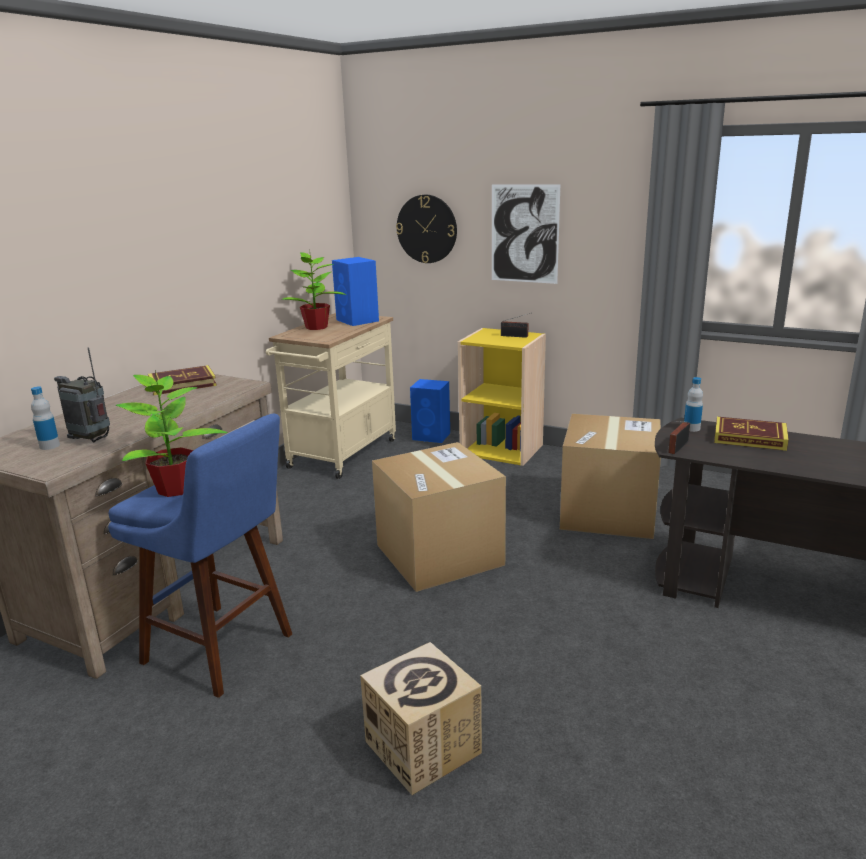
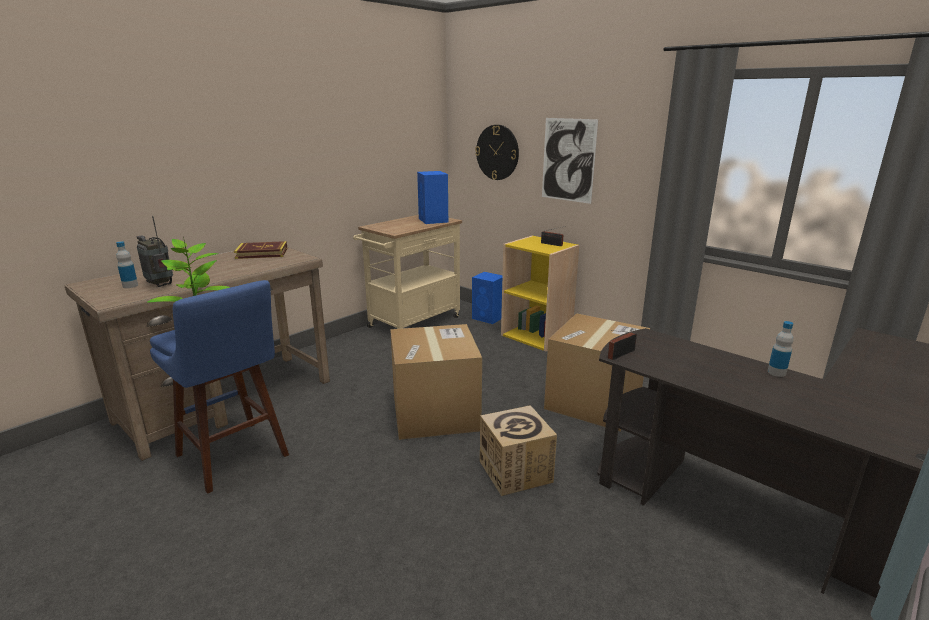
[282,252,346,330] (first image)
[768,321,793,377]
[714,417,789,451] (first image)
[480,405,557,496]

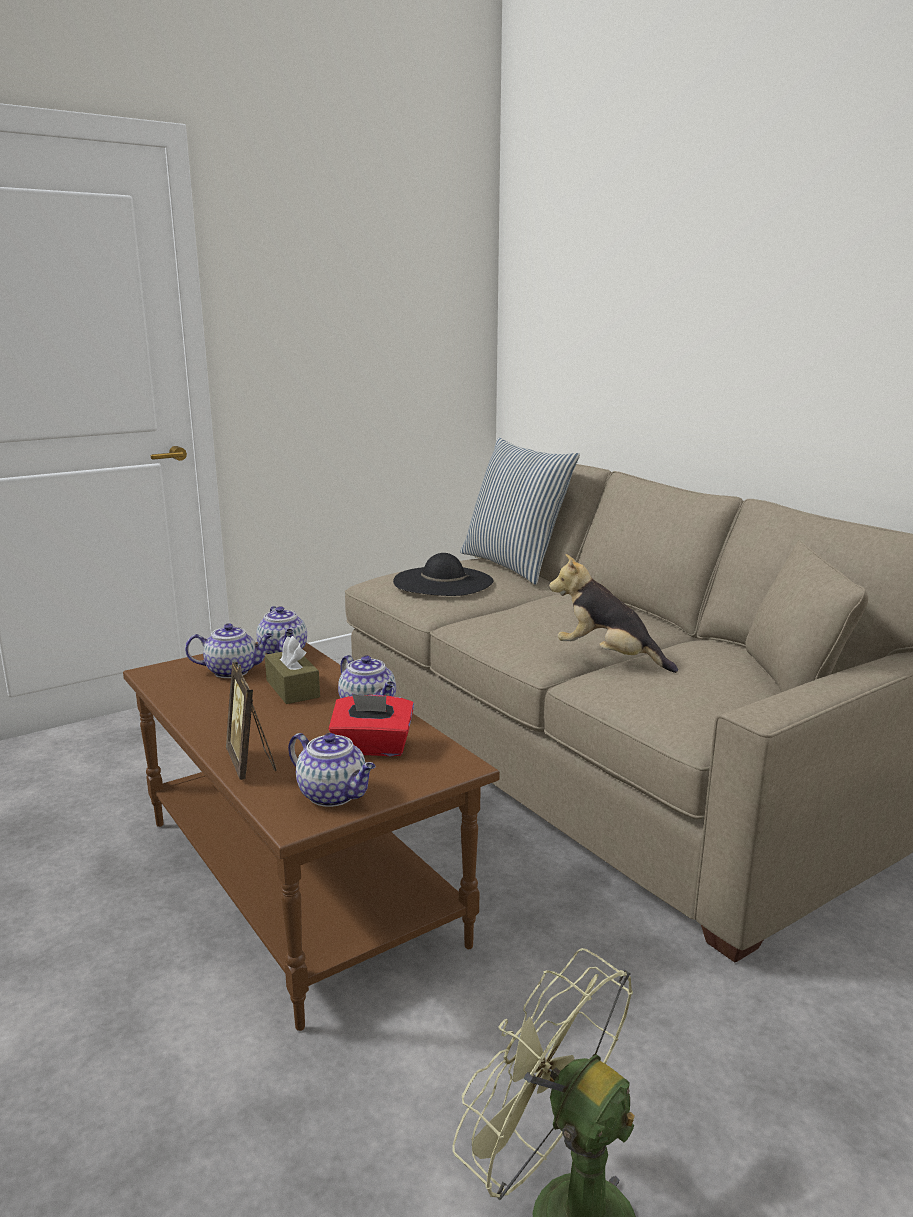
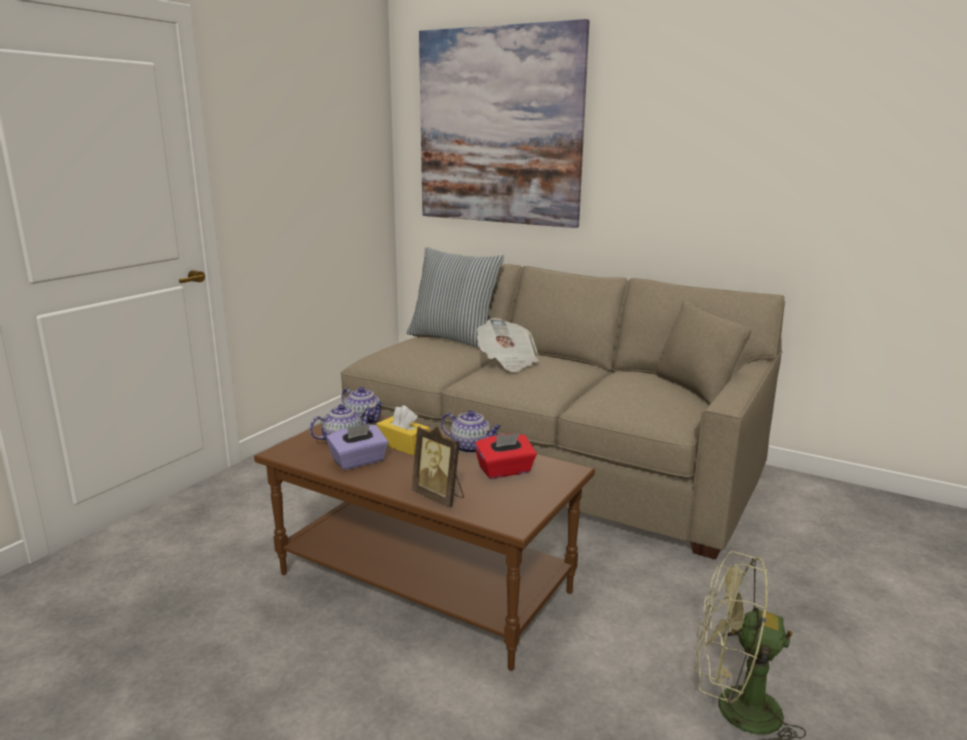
[393,553,493,596] (first image)
[549,554,678,673] (first image)
[376,405,429,455]
[288,733,376,807] (first image)
[419,19,590,228]
[477,318,539,372]
[326,423,388,470]

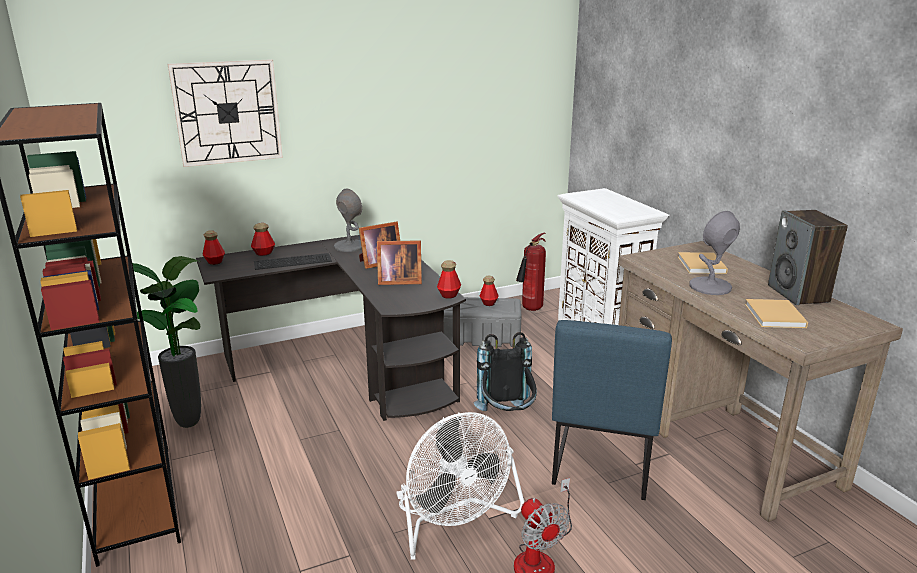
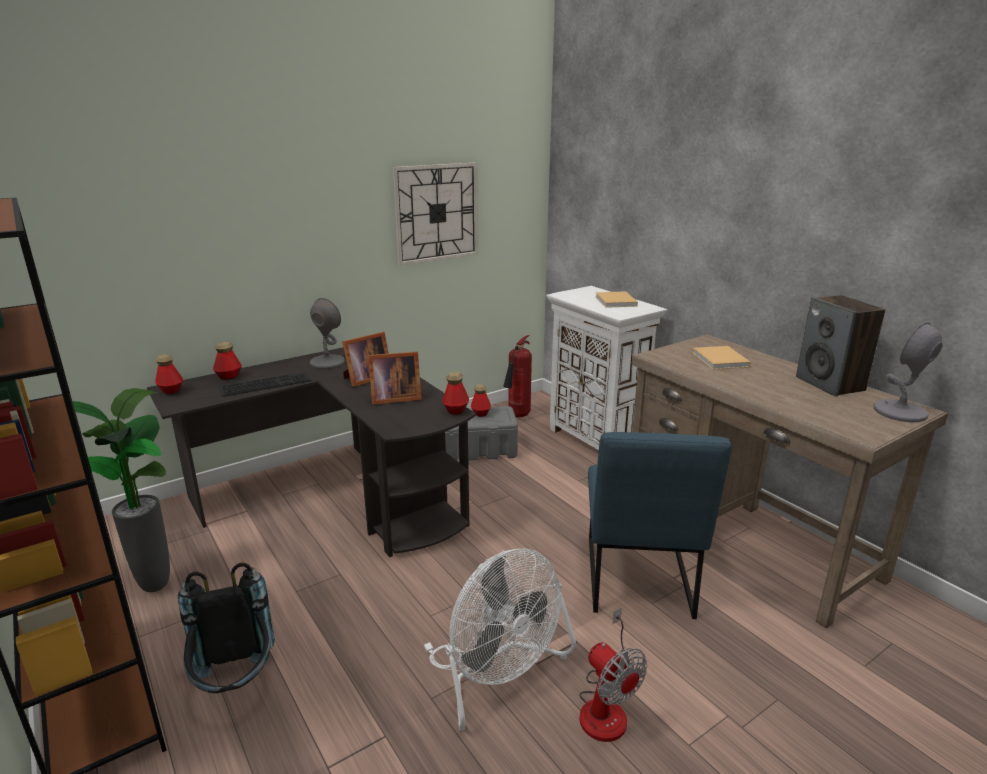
[392,163,478,266]
[874,322,943,422]
[595,291,638,308]
[178,563,275,693]

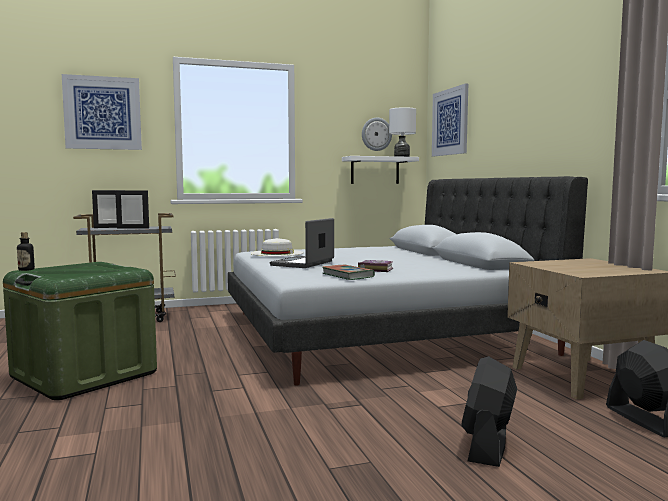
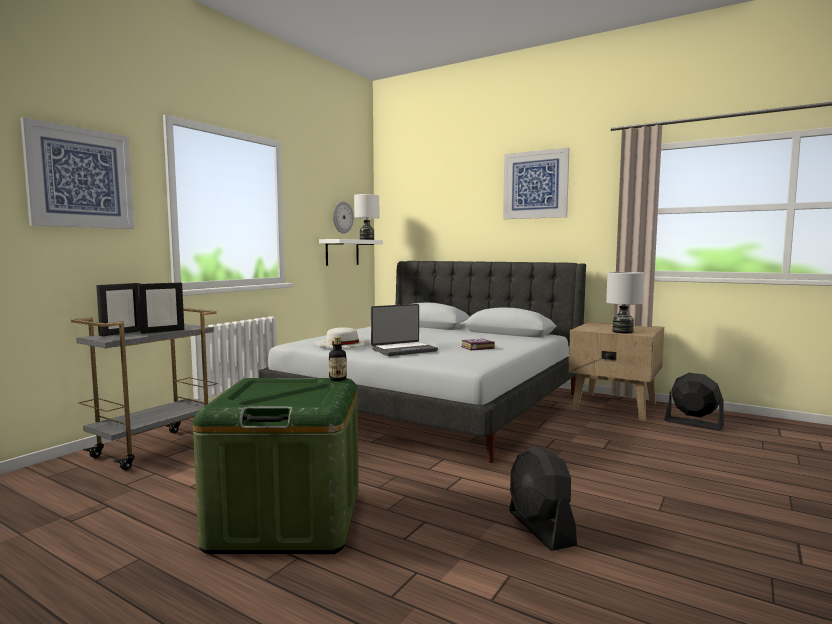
[503,148,569,219]
[371,304,438,356]
[329,337,347,381]
[322,265,375,280] (first image)
[509,446,577,551]
[606,272,644,333]

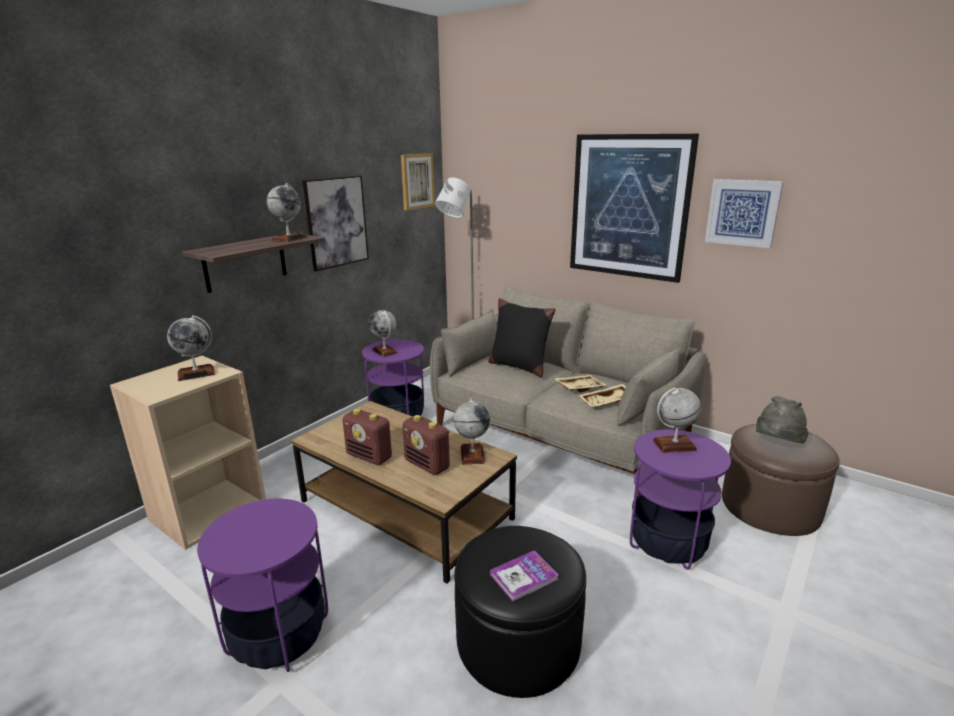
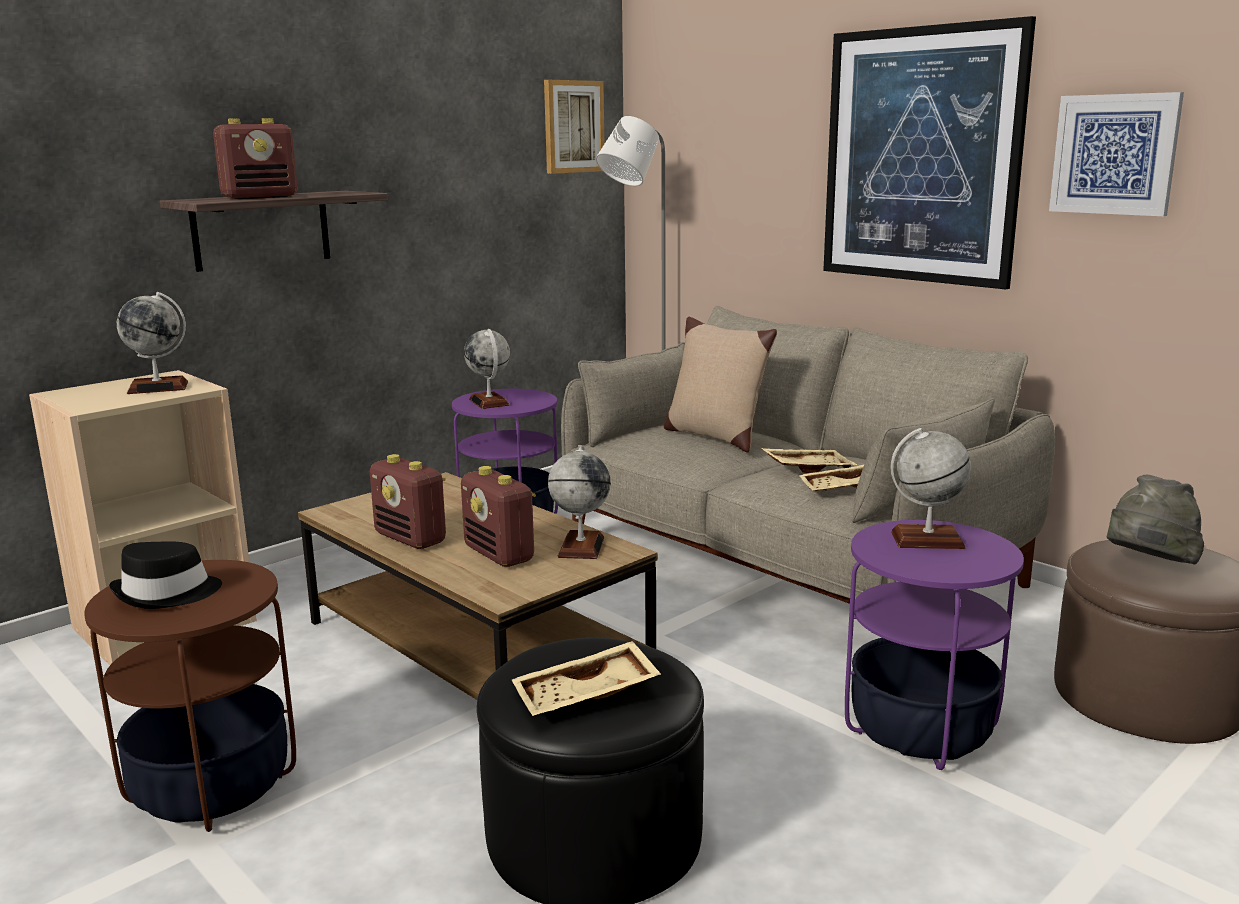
[303,175,369,271] (first image)
[267,183,307,242] (first image)
[664,317,777,452]
[84,560,296,832]
[512,641,661,716]
[213,118,297,199]
[109,541,222,609]

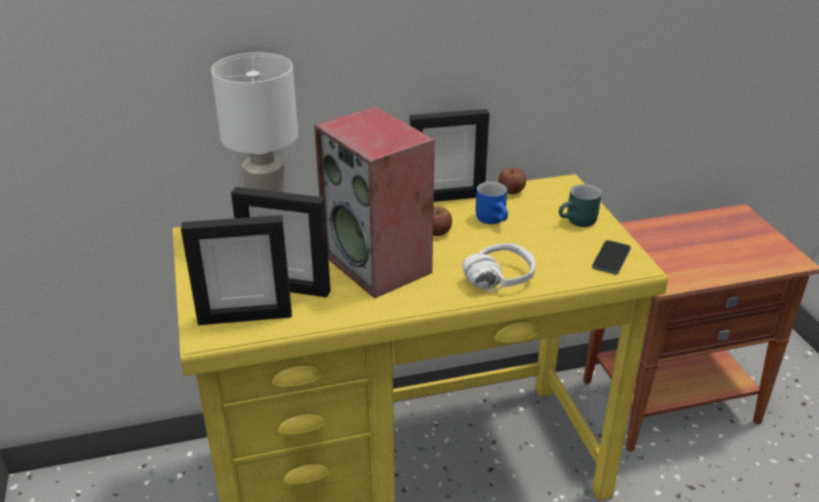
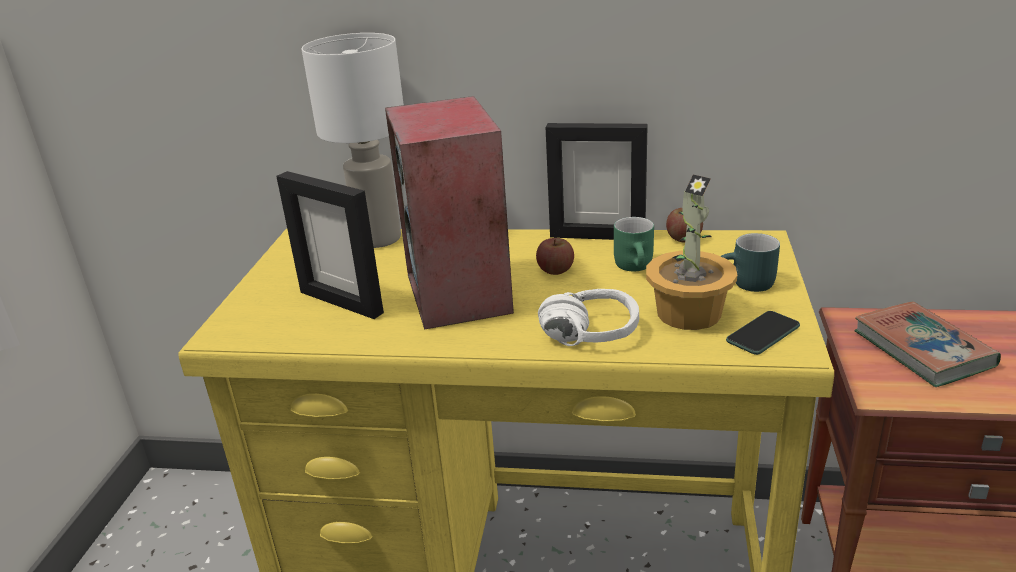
[614,217,654,272]
[181,215,292,325] (first image)
[646,175,737,330]
[854,301,1001,387]

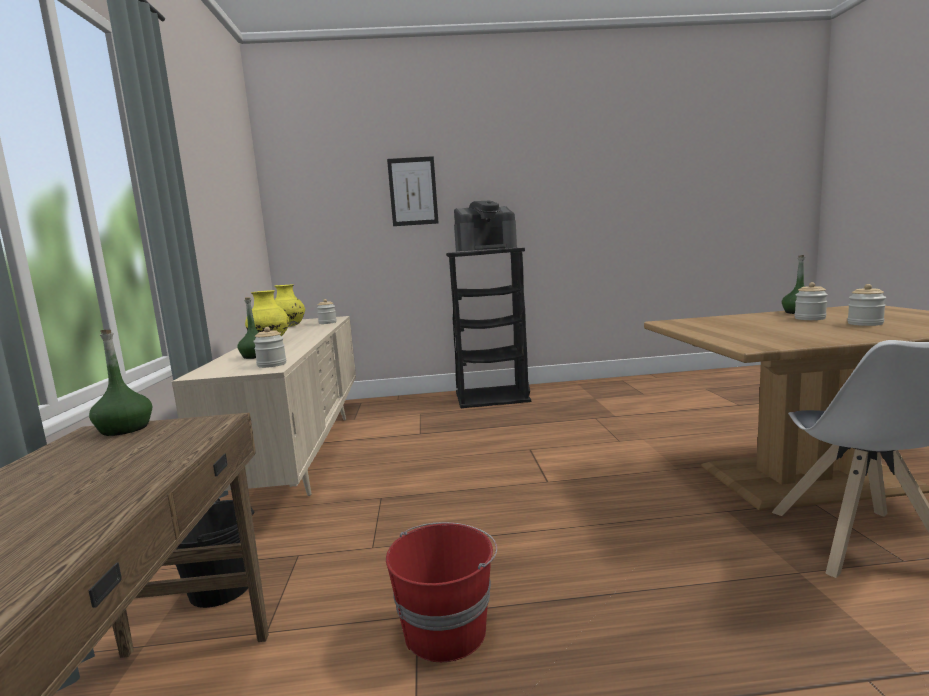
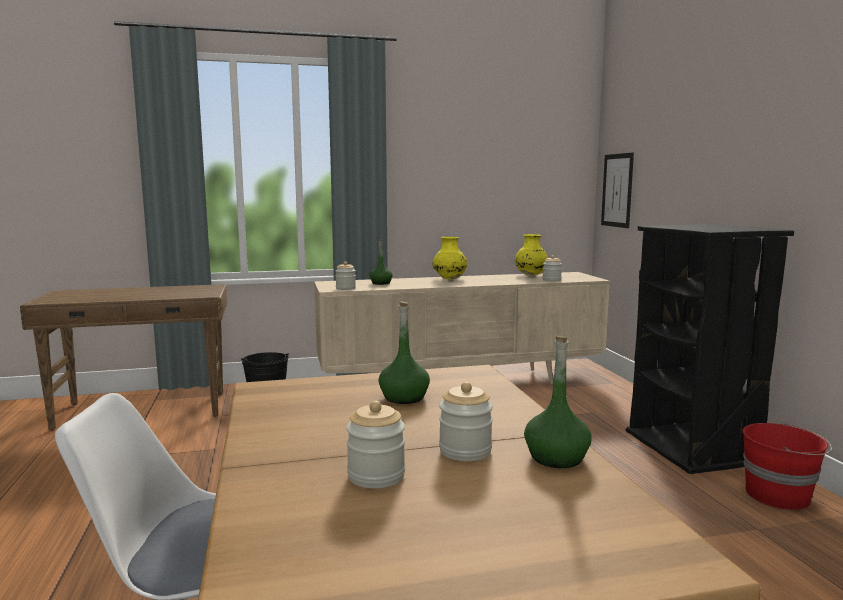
[601,152,634,228]
[454,201,517,252] (first image)
[379,301,430,404]
[742,422,832,510]

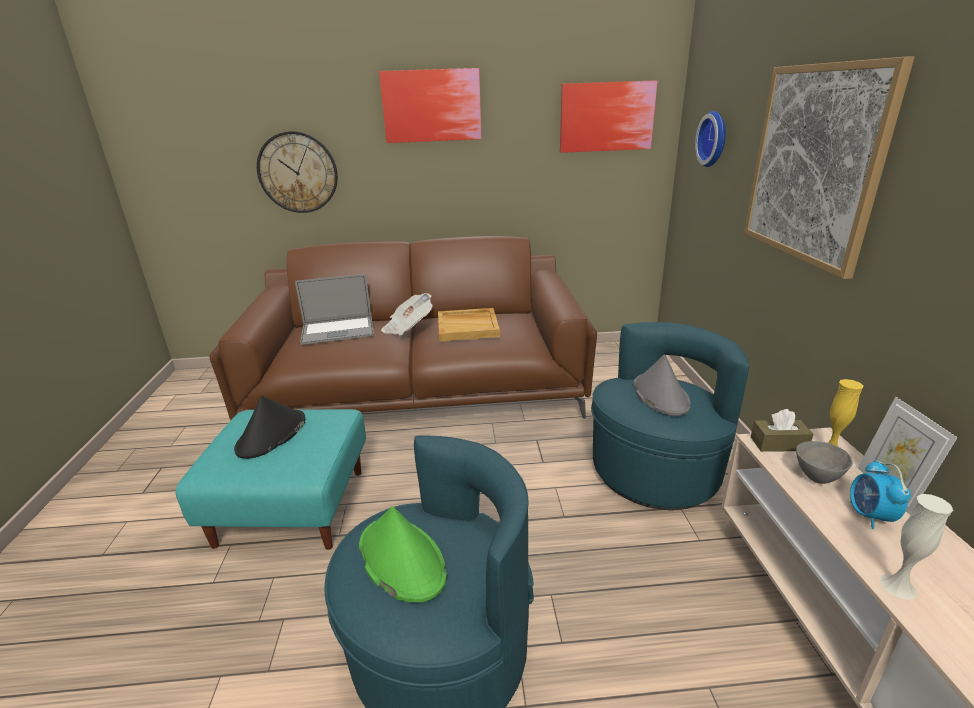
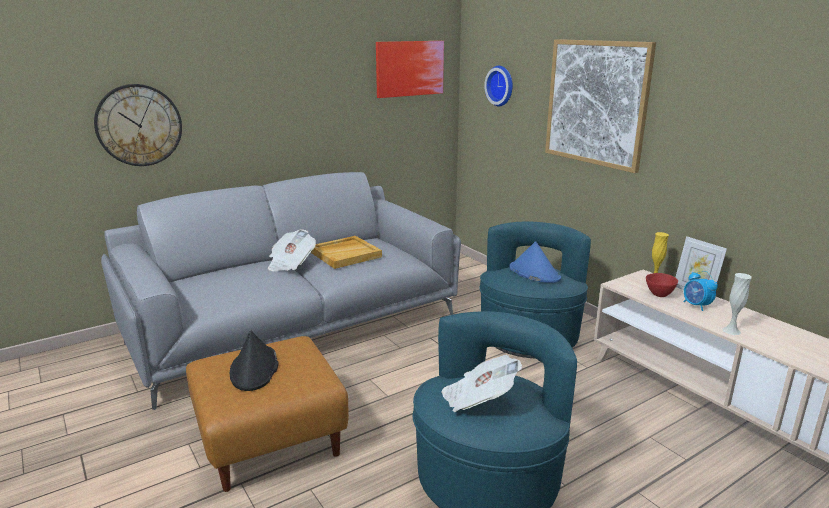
[379,68,482,143] (first image)
[101,172,461,410]
[295,274,374,345] (first image)
[509,241,561,283]
[186,336,349,492]
[751,409,813,452] (first image)
[646,273,678,297]
[441,355,522,412]

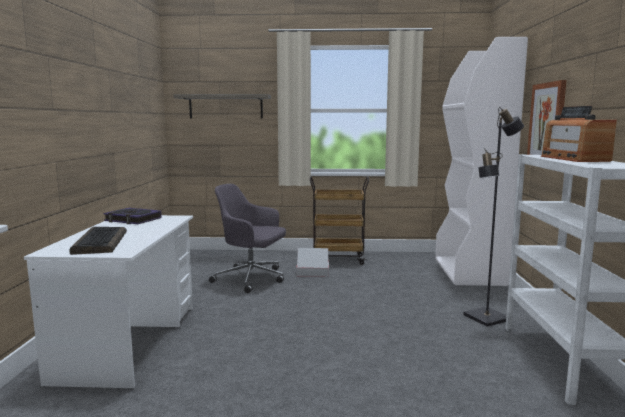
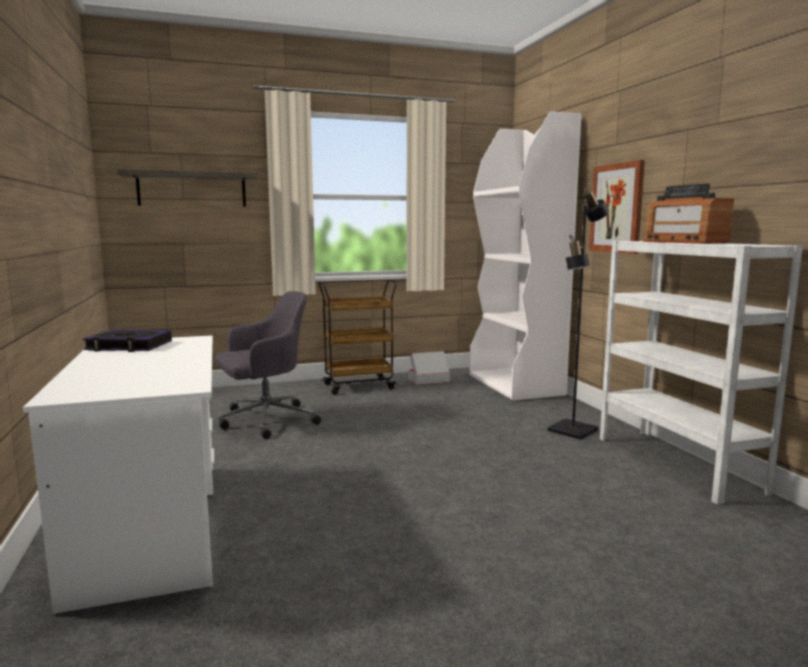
[215,291,321,439]
[70,227,127,255] (first image)
[408,351,450,385]

